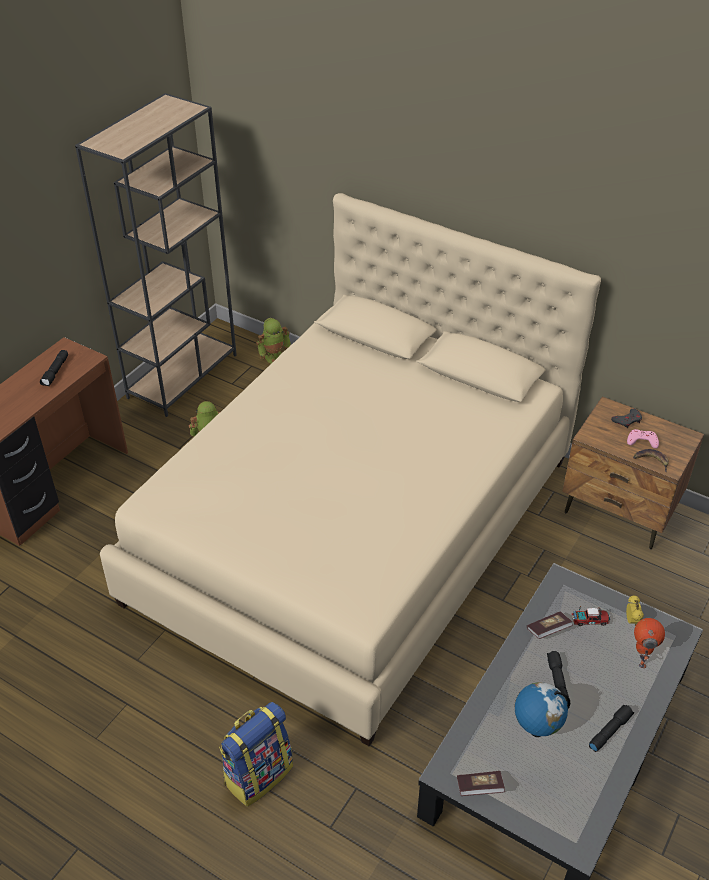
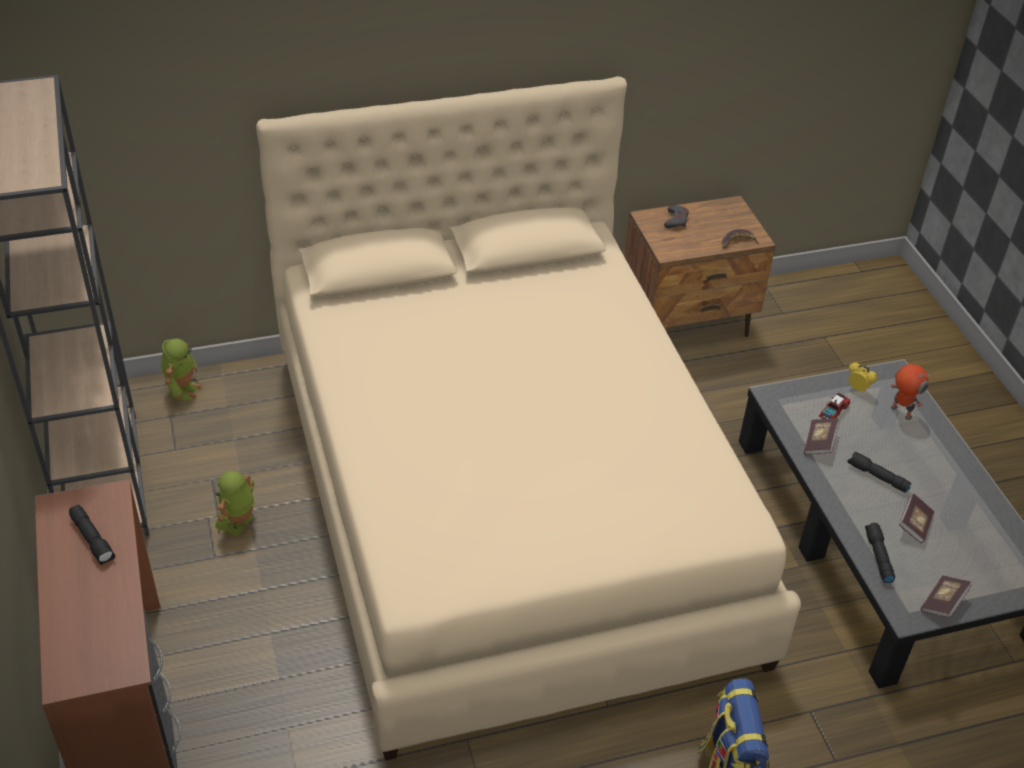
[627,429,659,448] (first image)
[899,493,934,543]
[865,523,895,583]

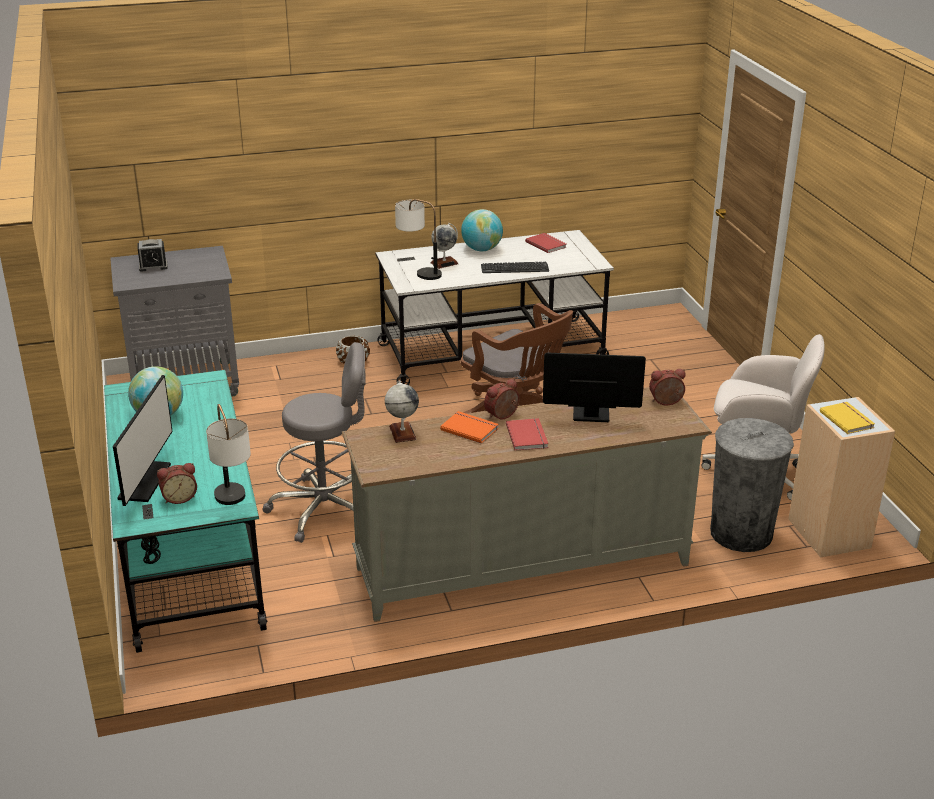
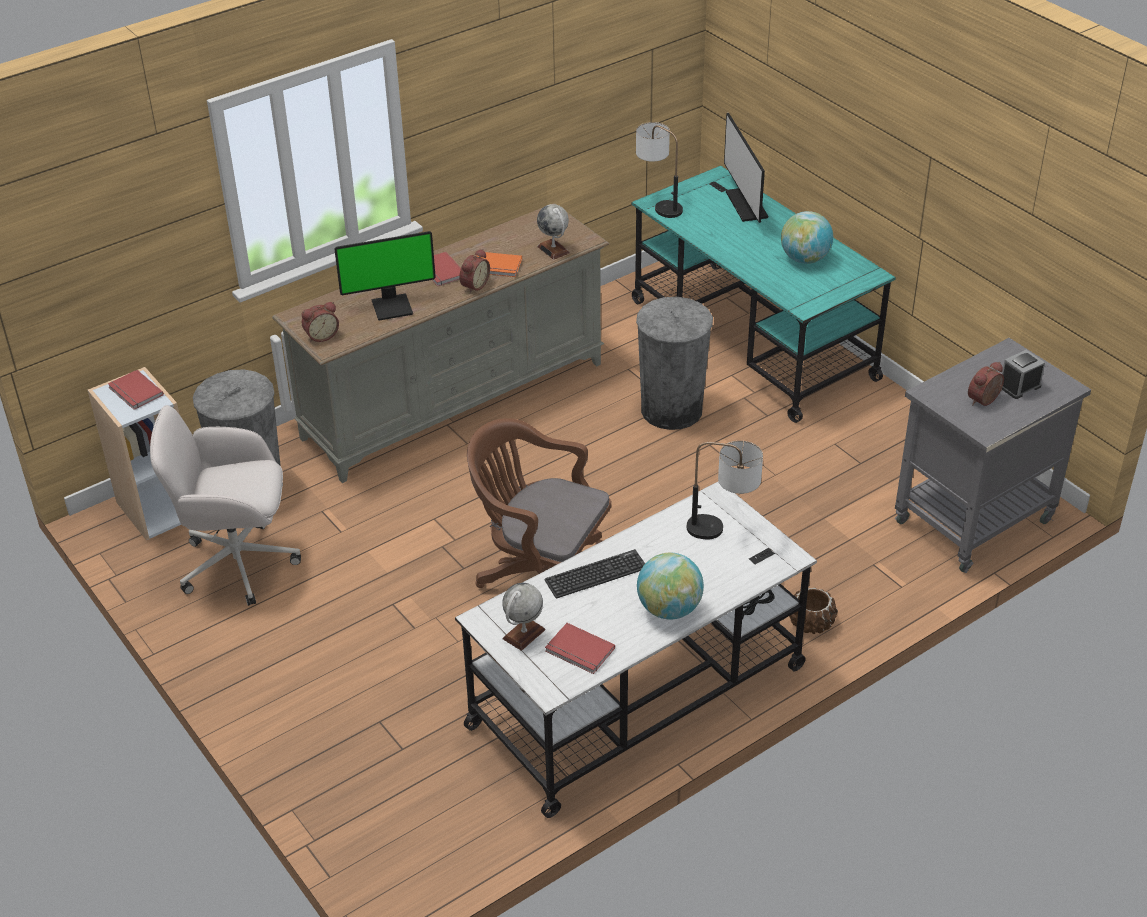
[503,583,545,651]
[636,297,713,430]
[108,370,164,410]
[968,362,1004,406]

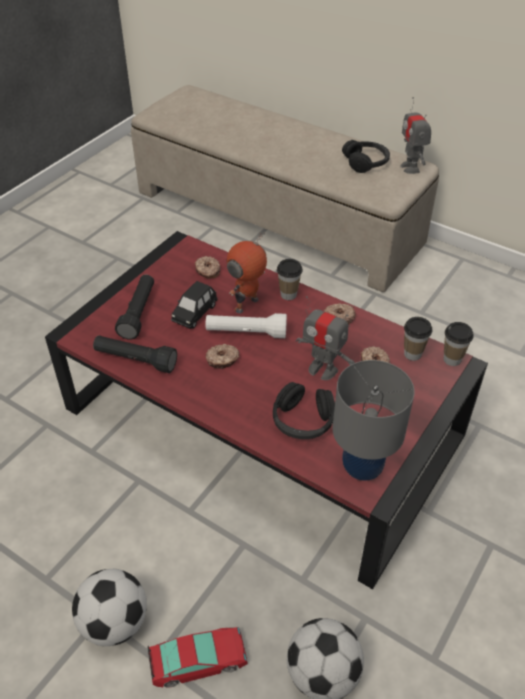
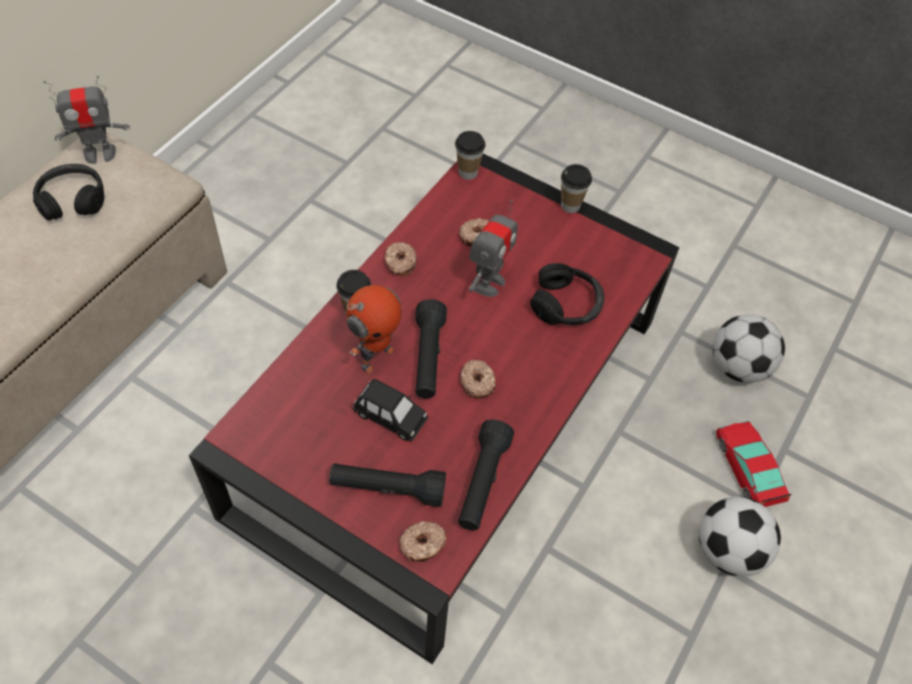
[346,285,401,373]
[399,521,447,562]
[415,299,447,398]
[561,164,592,213]
[332,360,414,481] (first image)

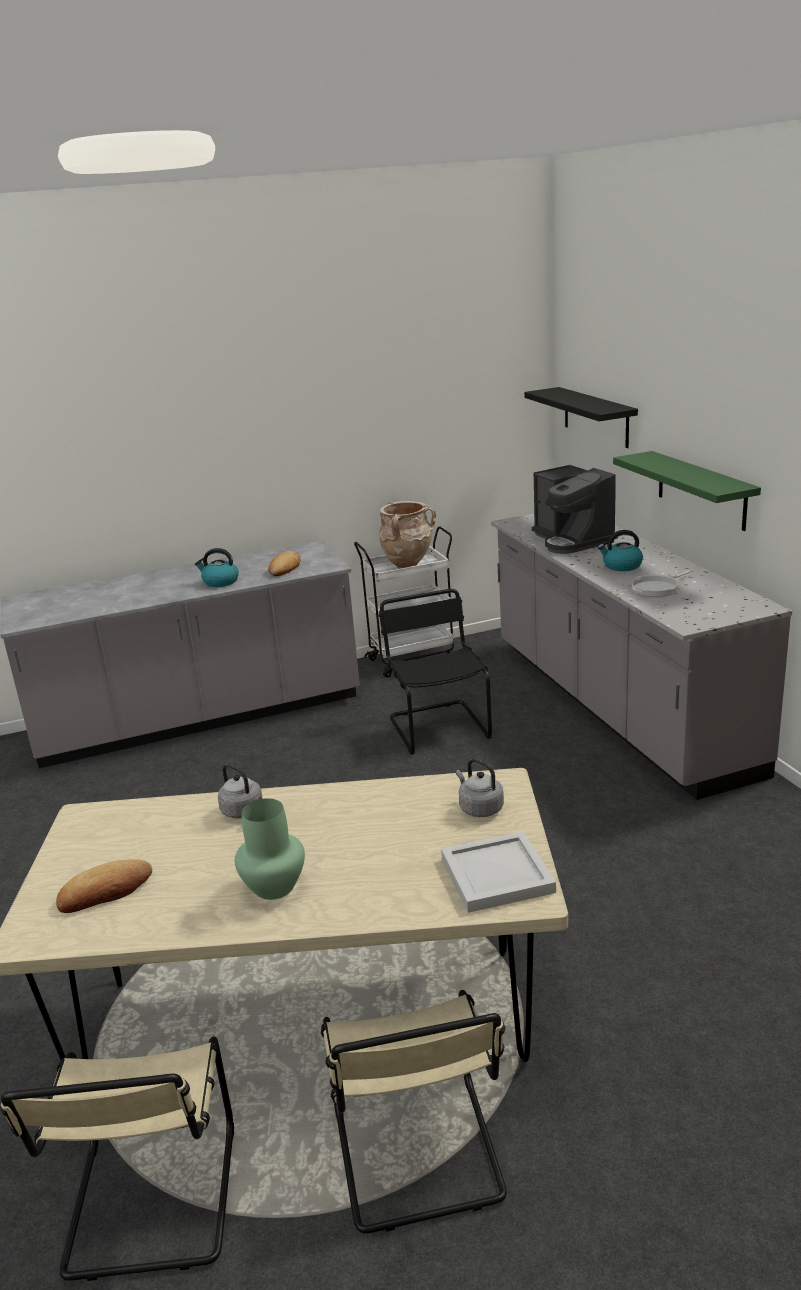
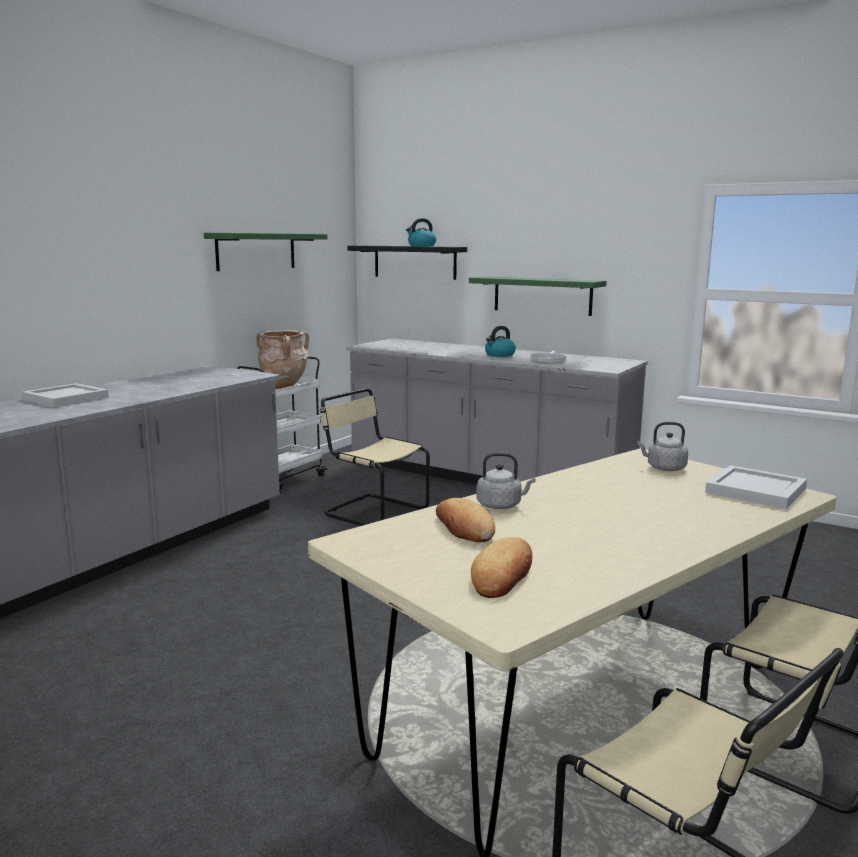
[532,465,618,554] (first image)
[406,218,436,246]
[436,498,495,542]
[320,388,430,526]
[235,798,305,900] (first image)
[204,233,327,271]
[22,383,109,407]

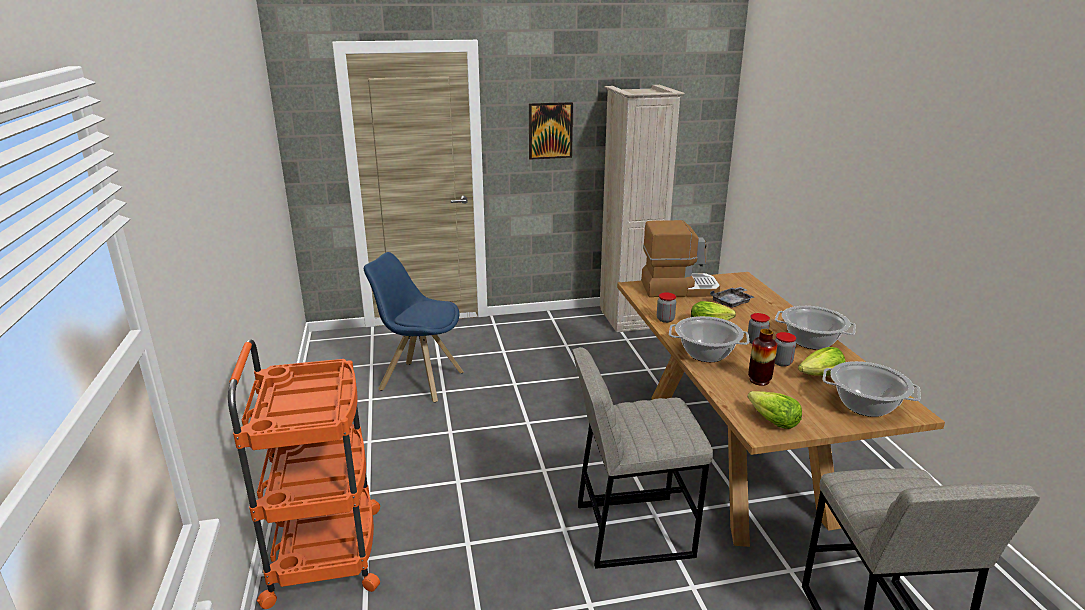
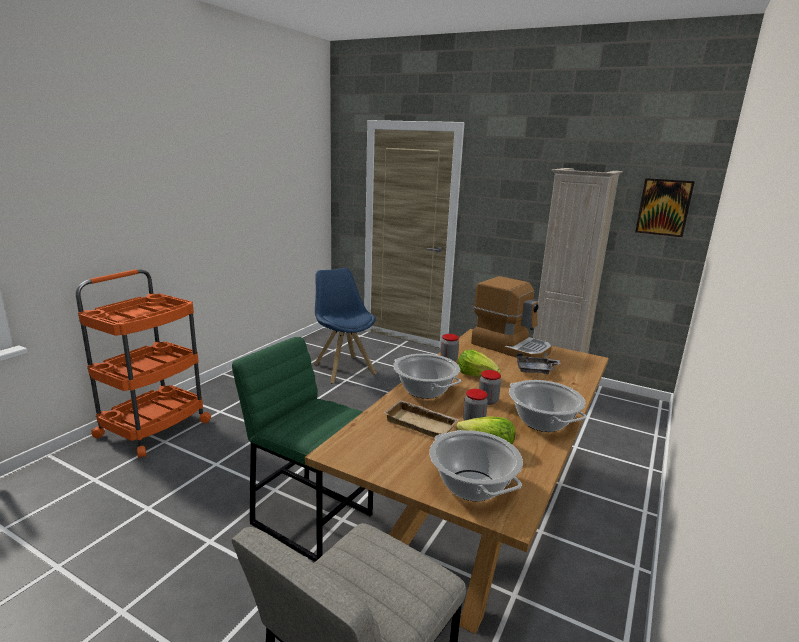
[635,178,695,237]
[383,400,459,438]
[232,337,373,562]
[748,391,802,429] (first image)

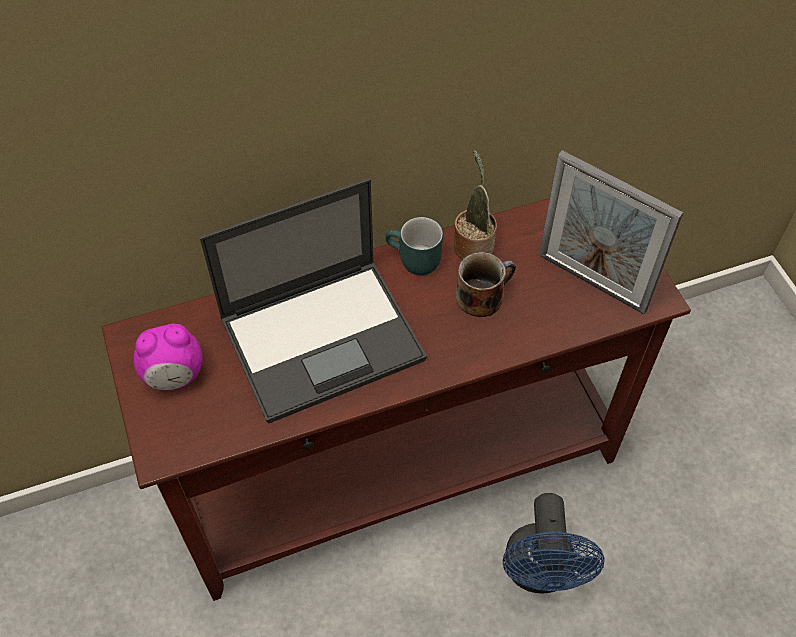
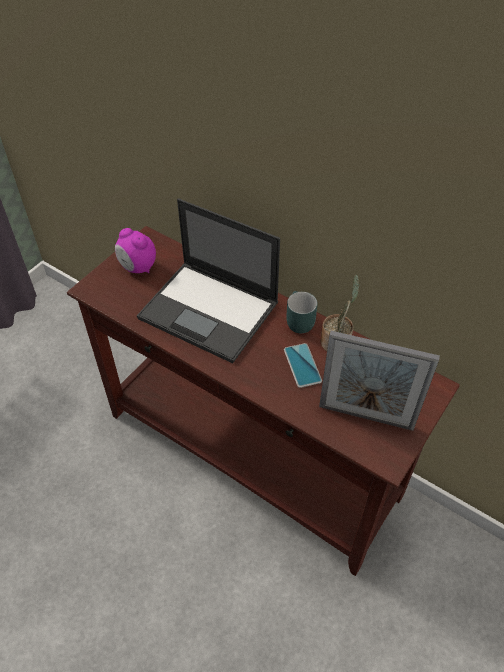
[319,331,440,431]
[284,343,322,388]
[503,493,605,594] (first image)

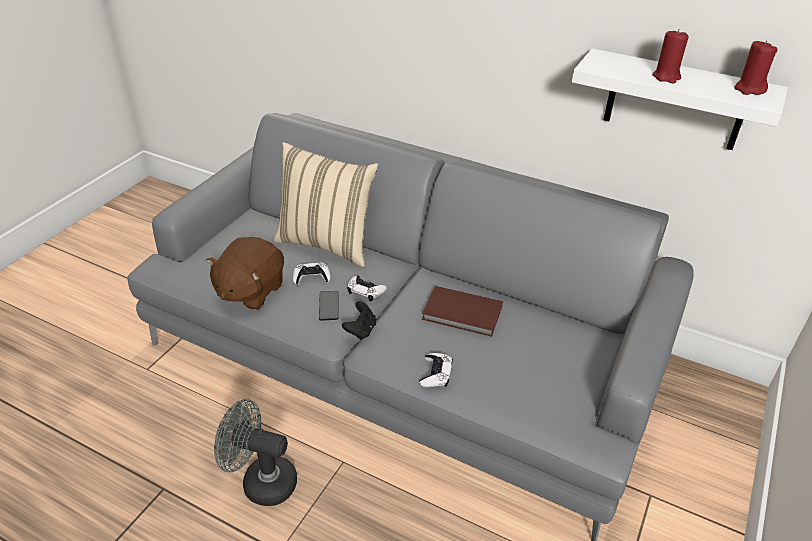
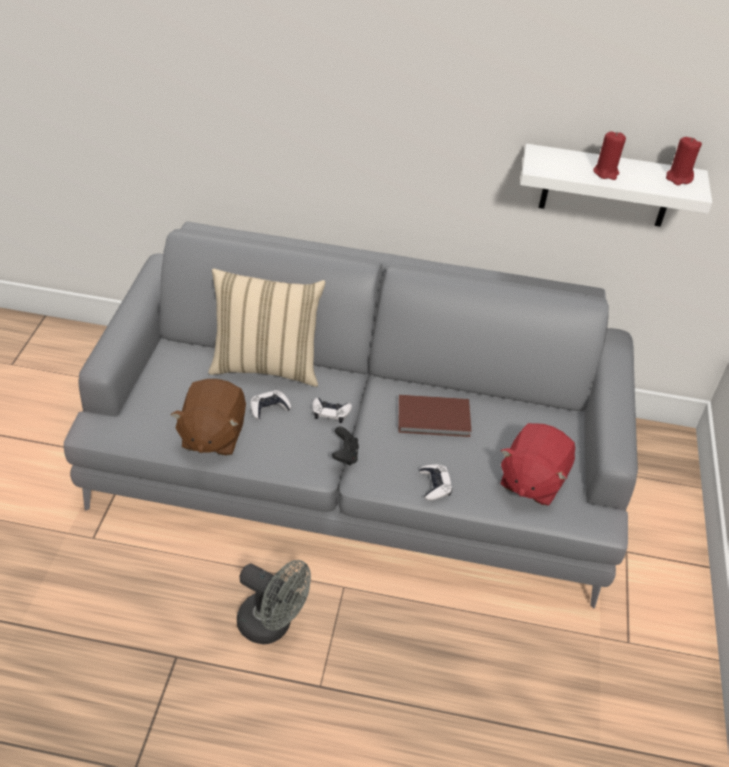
[319,291,339,321] (first image)
[237,560,311,644]
[500,423,575,506]

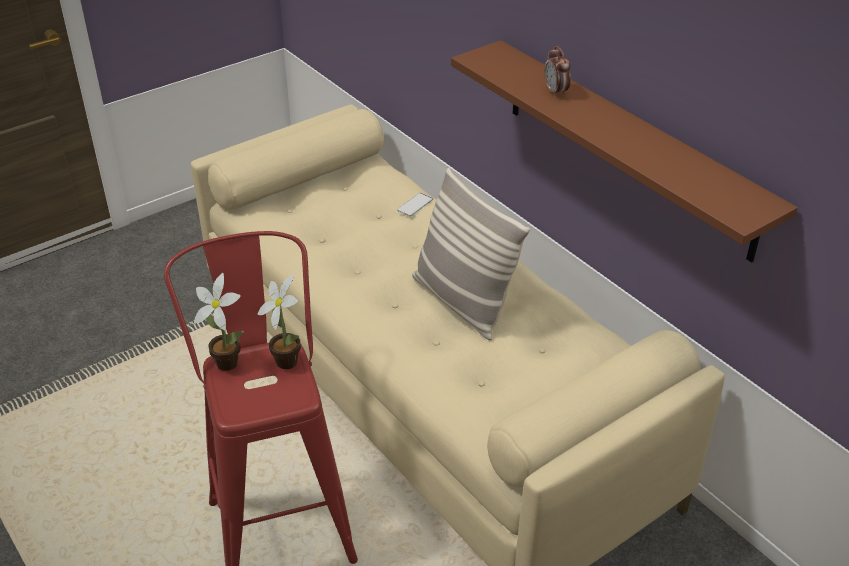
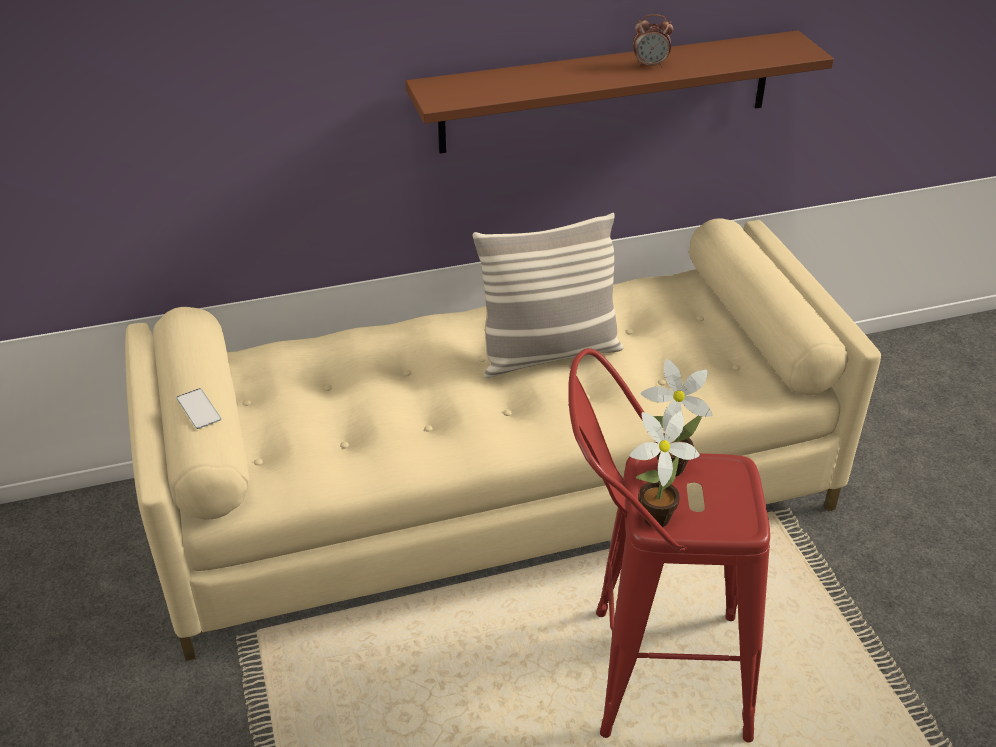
[633,14,673,68]
[177,388,221,429]

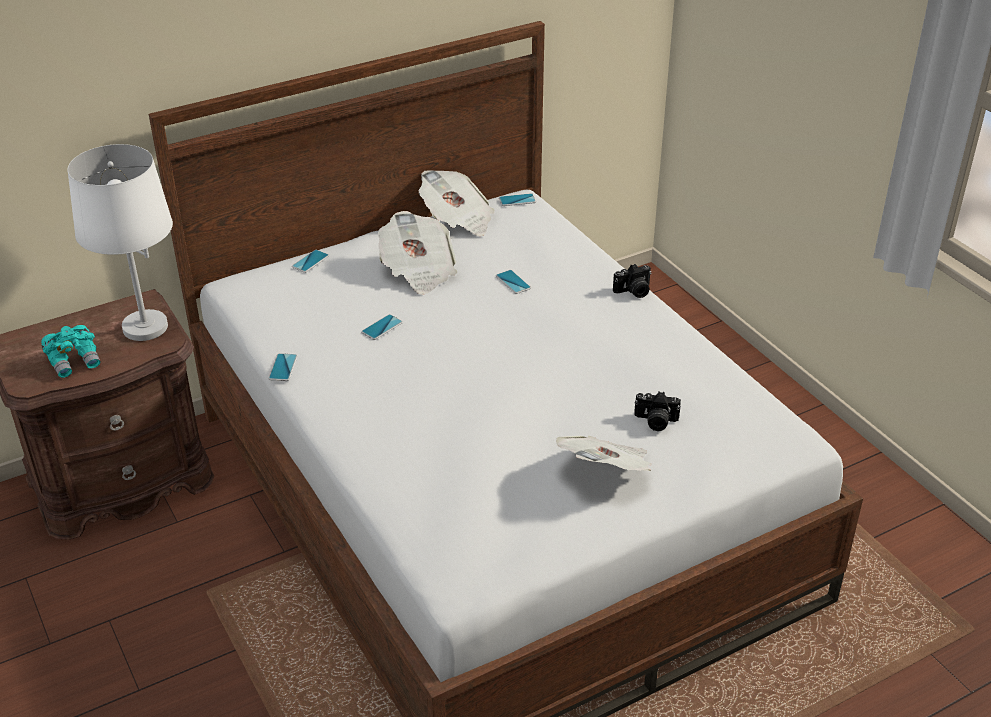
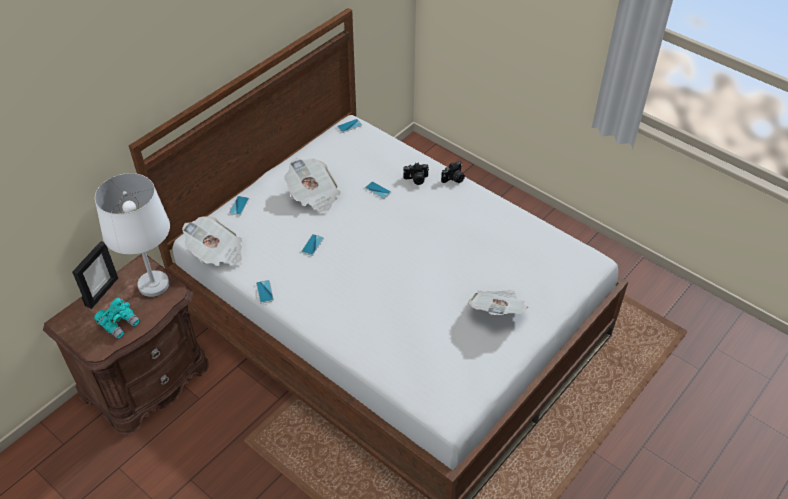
[182,216,242,266]
[403,163,429,185]
[72,241,118,309]

